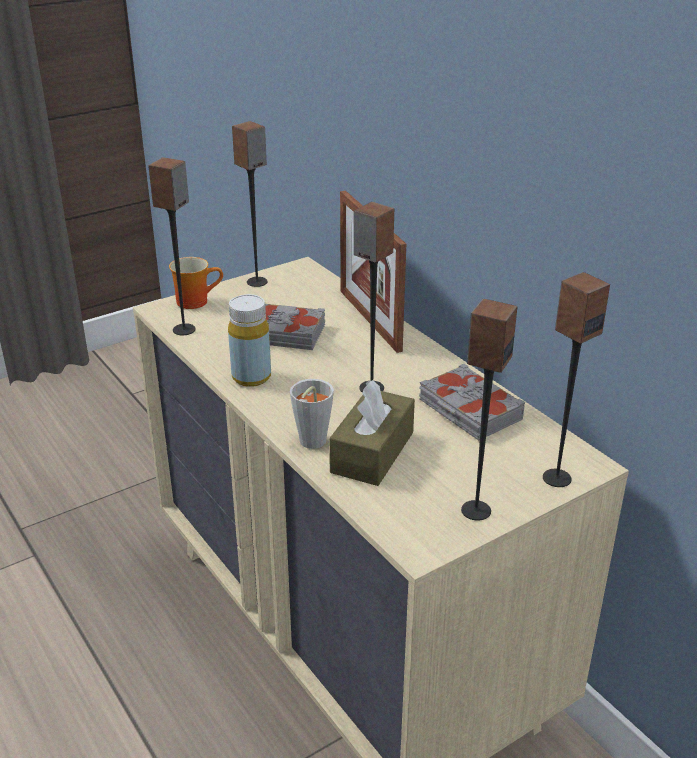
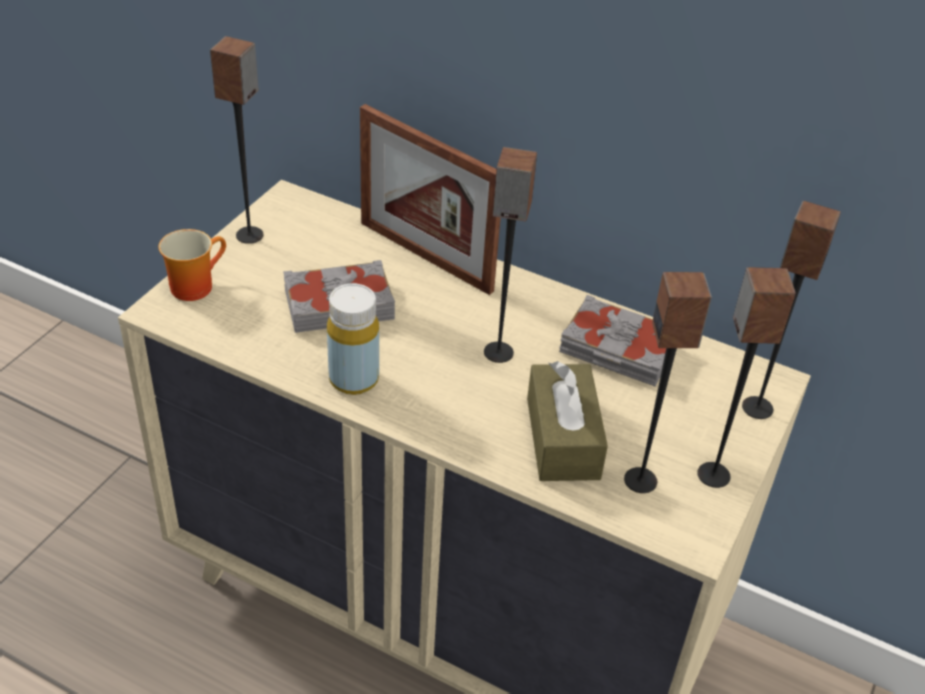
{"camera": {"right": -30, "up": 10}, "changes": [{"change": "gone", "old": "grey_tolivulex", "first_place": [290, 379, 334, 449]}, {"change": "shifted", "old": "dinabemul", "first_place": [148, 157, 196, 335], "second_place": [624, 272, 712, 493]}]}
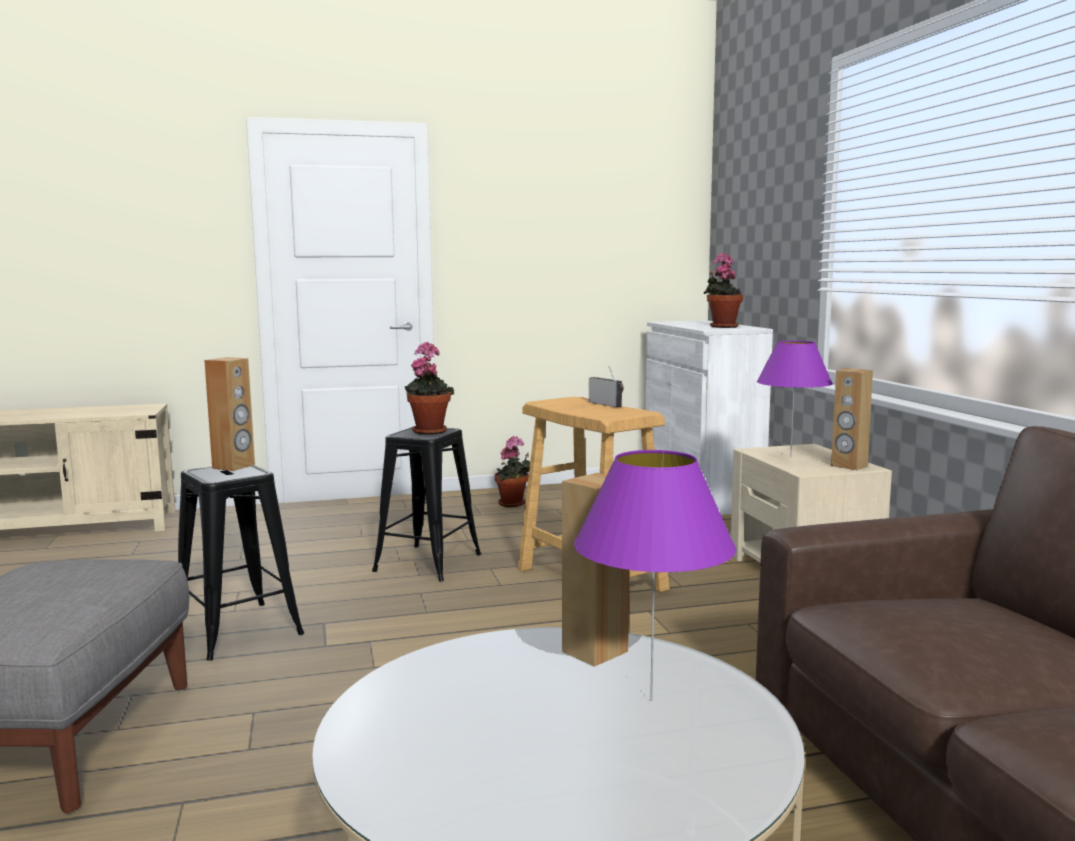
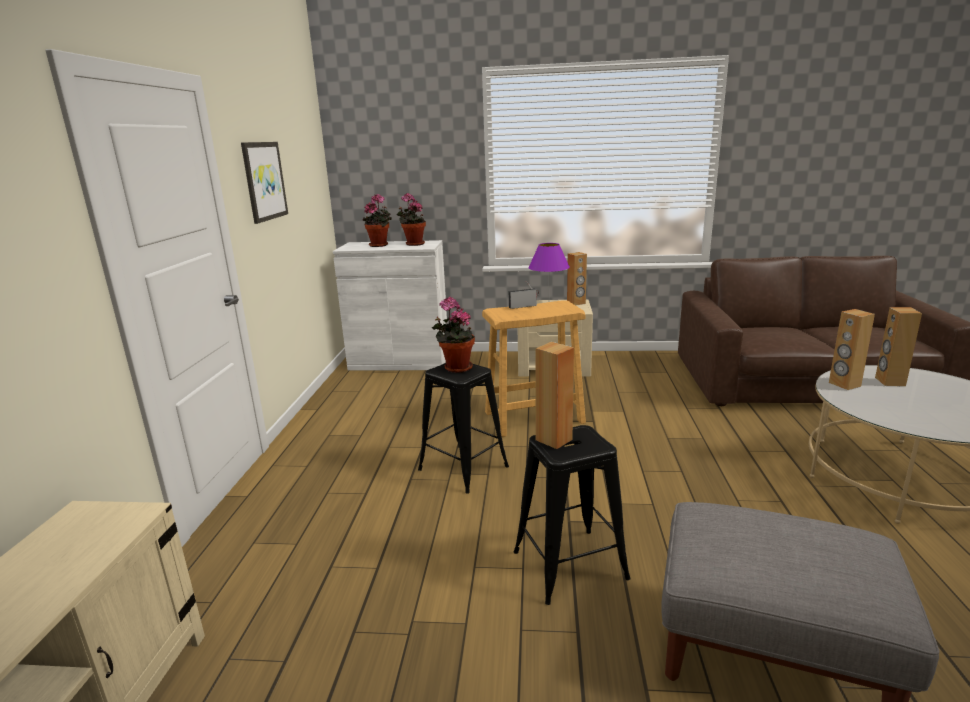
{"camera": {"right": -70, "up": 10}, "changes": [{"change": "new", "new": "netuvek", "second_place": [241, 142, 288, 224]}, {"change": "shifted", "old": "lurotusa", "first_place": [494, 436, 530, 507], "second_place": [362, 194, 392, 247]}, {"change": "swapped", "old": "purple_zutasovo", "new": "brown_dinabemul", "first_place": [574, 450, 736, 701], "second_place": [875, 307, 922, 386]}]}
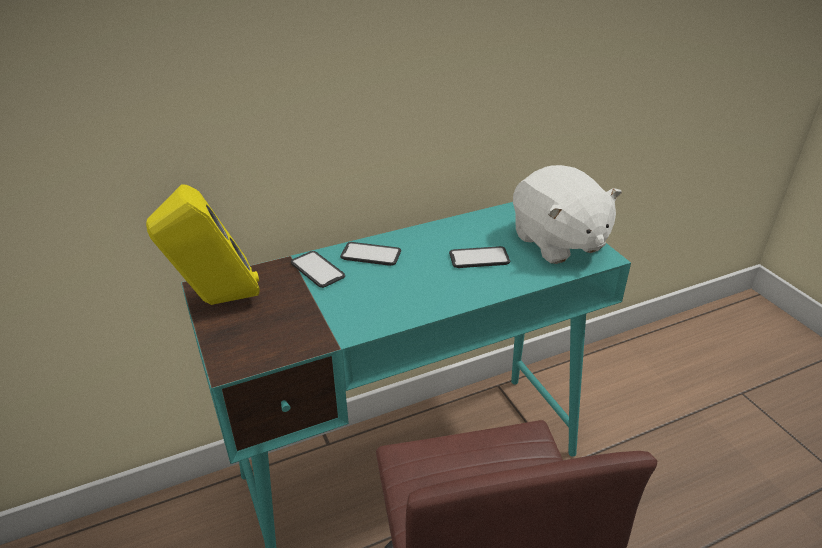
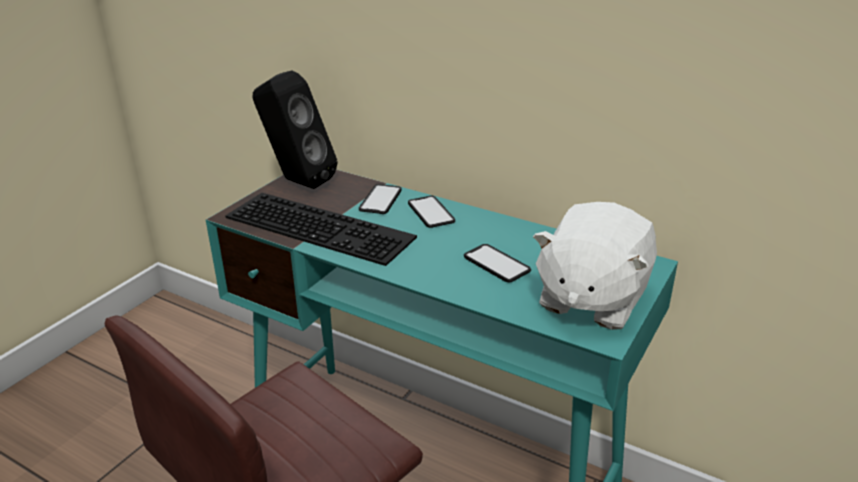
{"camera": {"right": 55, "up": -5}, "changes": [{"change": "new", "new": "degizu", "second_place": [225, 193, 417, 266]}, {"change": "repainted", "old": "yellow_dinabemul", "new": "black_dinabemul", "first_place": [146, 184, 259, 305], "second_place": [253, 71, 337, 189]}]}
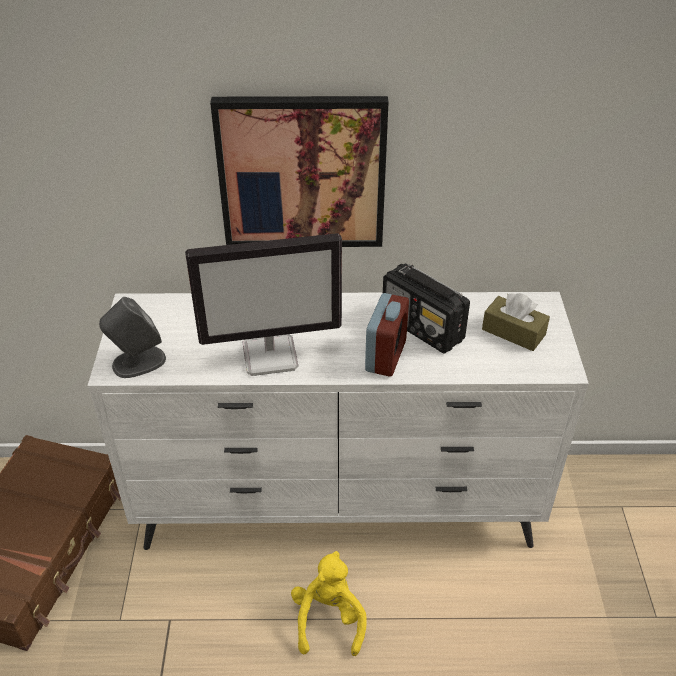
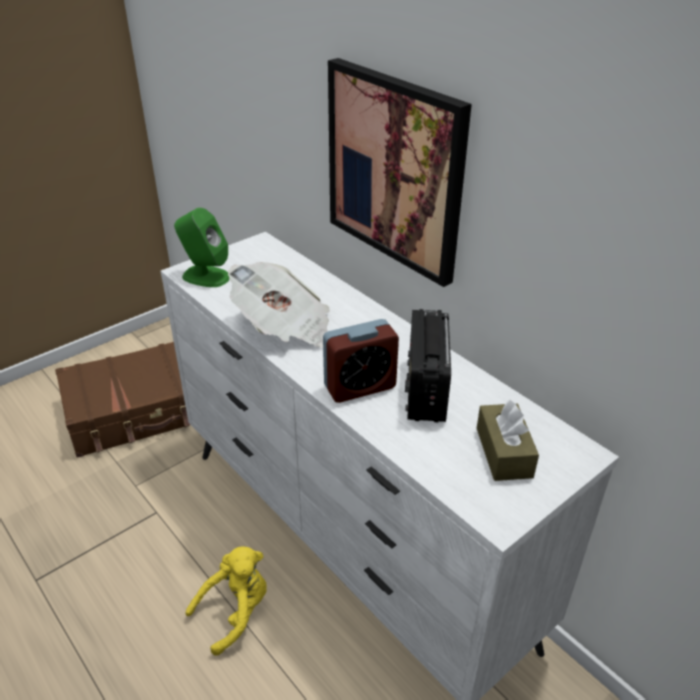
{"camera": {"right": 50, "up": -5}, "changes": [{"change": "swapped", "old": "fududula", "new": "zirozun", "first_place": [185, 233, 342, 376], "second_place": [228, 262, 330, 347]}, {"change": "repainted", "old": "grey_dinabemul", "new": "green_dinabemul", "first_place": [99, 297, 166, 378], "second_place": [174, 208, 229, 287]}]}
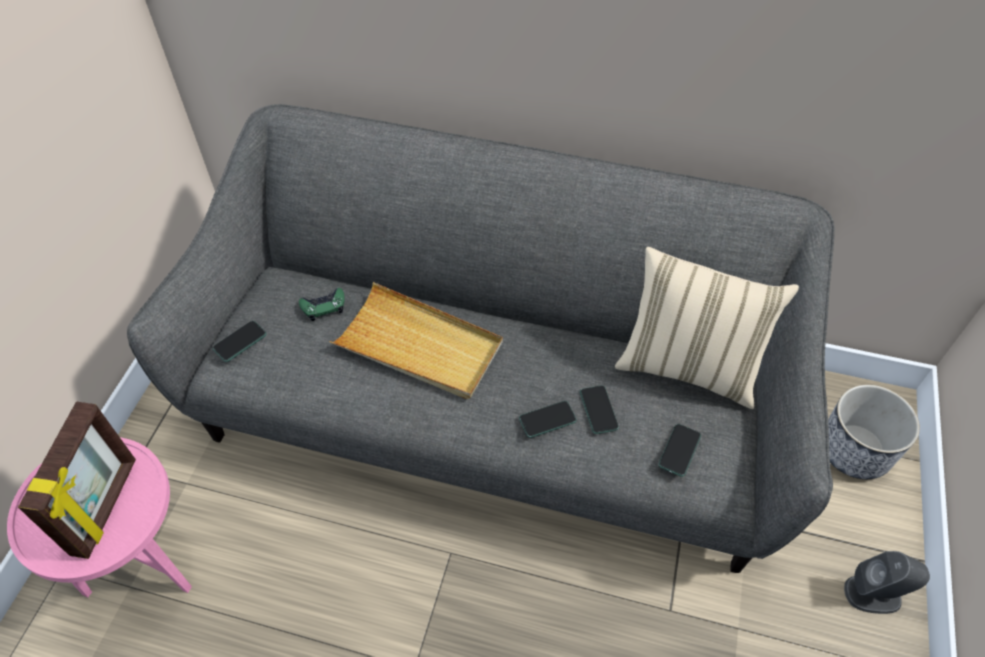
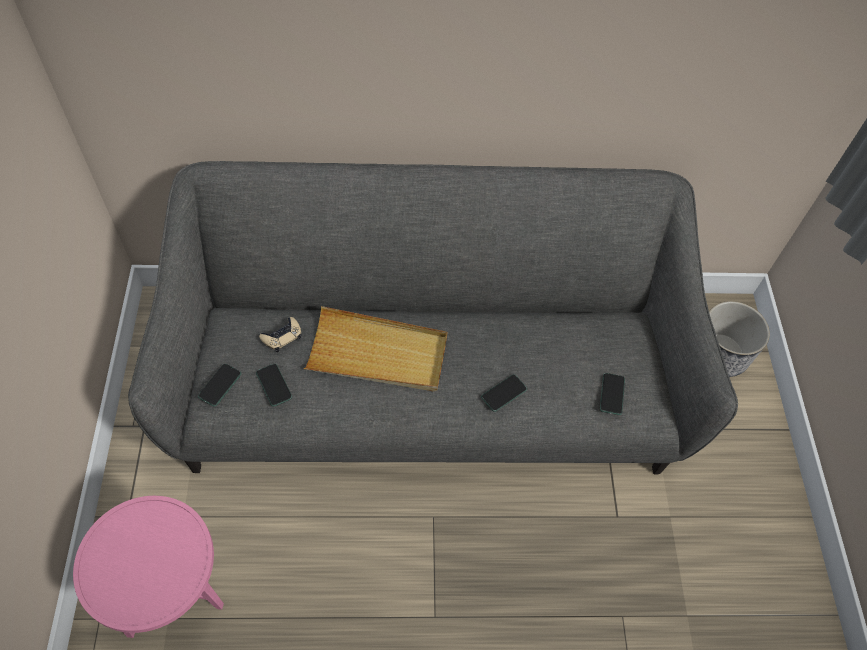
{"camera": {"right": -20, "up": 5}, "changes": [{"change": "gone", "old": "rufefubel", "first_place": [18, 402, 136, 559]}, {"change": "gone", "old": "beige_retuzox", "first_place": [615, 247, 799, 409]}, {"change": "gone", "old": "grey_dinabemul", "first_place": [844, 551, 930, 614]}, {"change": "shifted", "old": "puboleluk", "first_place": [580, 385, 619, 434], "second_place": [256, 364, 292, 407]}, {"change": "repainted", "old": "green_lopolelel", "new": "beige_lopolelel", "first_place": [299, 288, 345, 321], "second_place": [259, 317, 301, 352]}]}
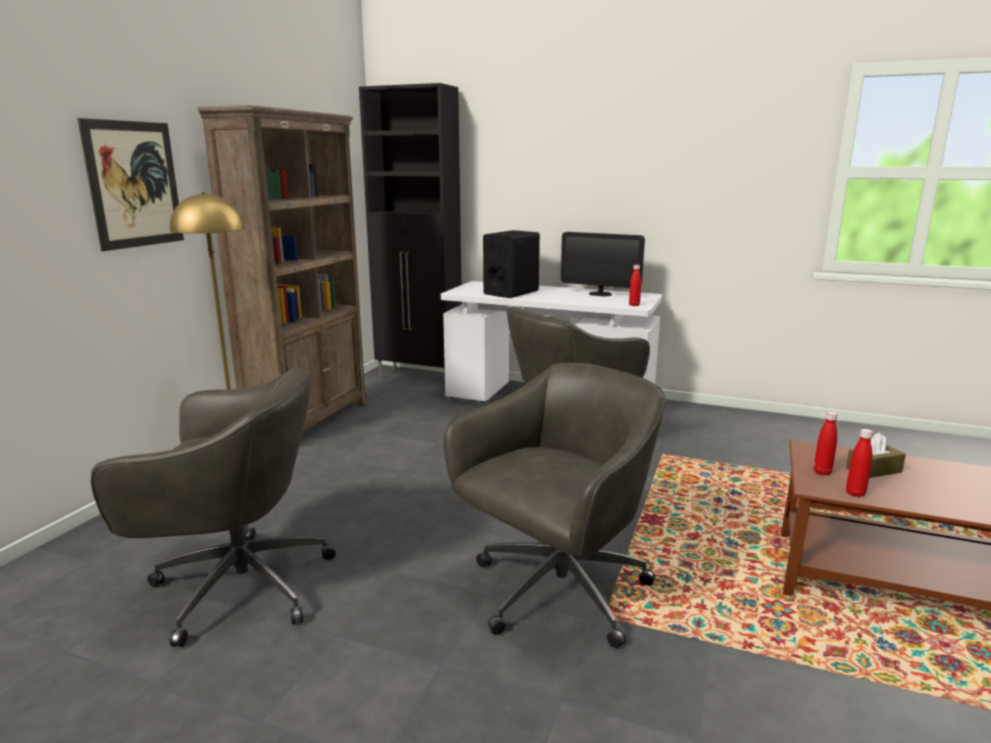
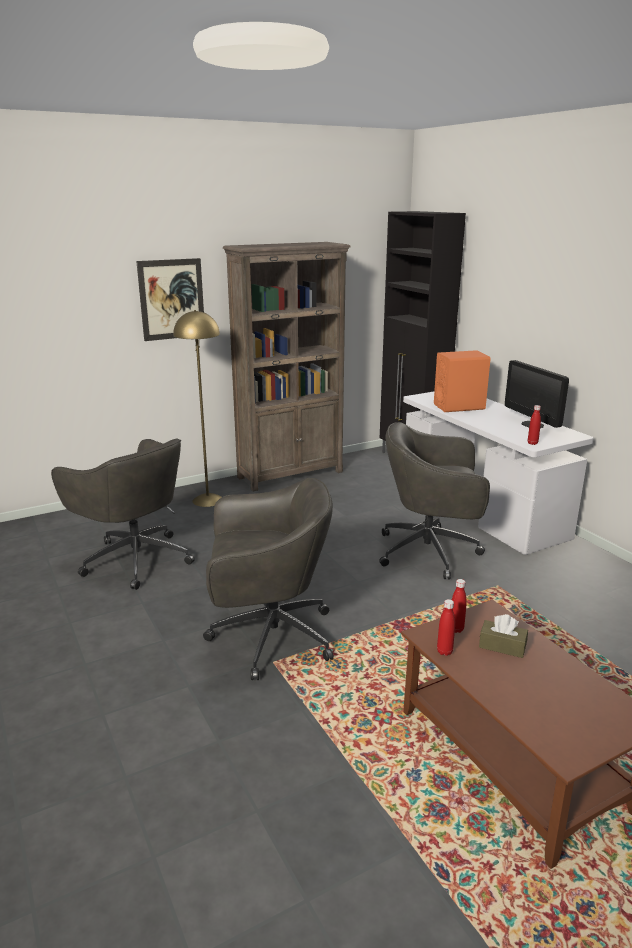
{"camera": {"right": 40, "up": 5}, "changes": [{"change": "repainted", "old": "black_dinabemul", "new": "orange_dinabemul", "first_place": [483, 230, 540, 298], "second_place": [434, 350, 491, 412]}]}
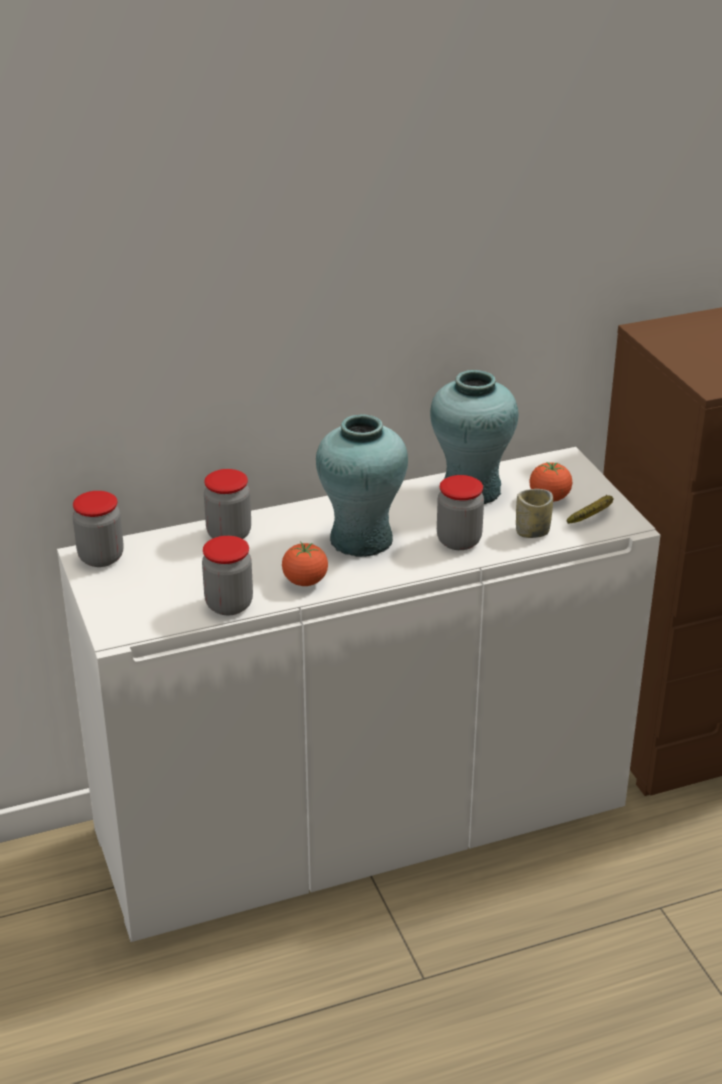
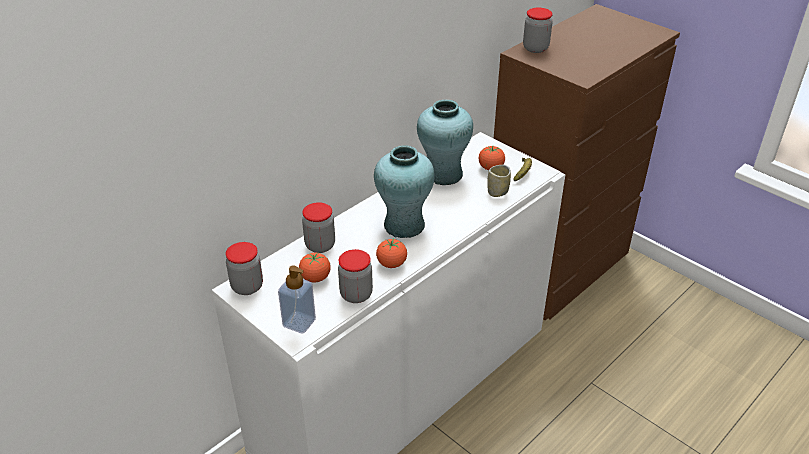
{"camera": {"right": -25, "up": 5}, "changes": [{"change": "new", "new": "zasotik", "second_place": [278, 265, 316, 334]}, {"change": "new", "new": "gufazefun", "second_place": [299, 252, 331, 283]}, {"change": "shifted", "old": "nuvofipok", "first_place": [437, 475, 484, 550], "second_place": [523, 8, 553, 53]}]}
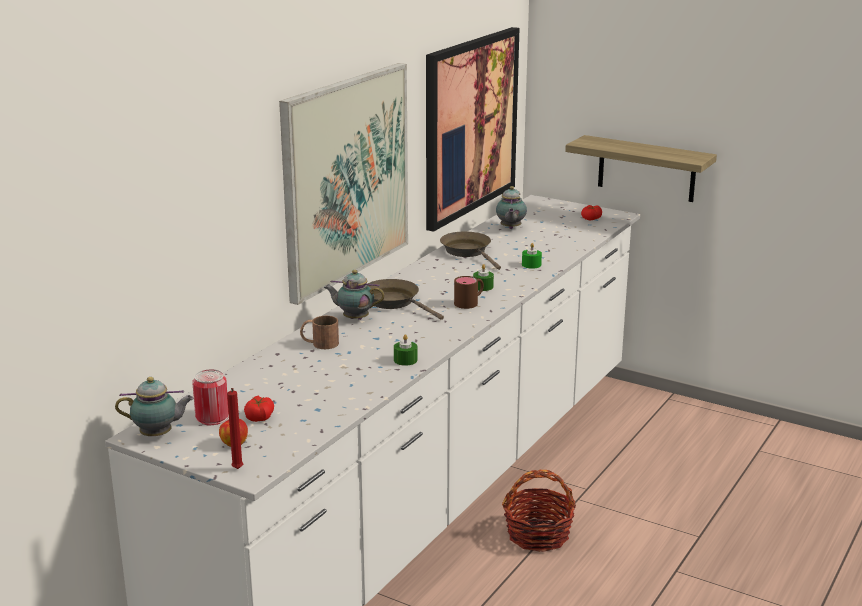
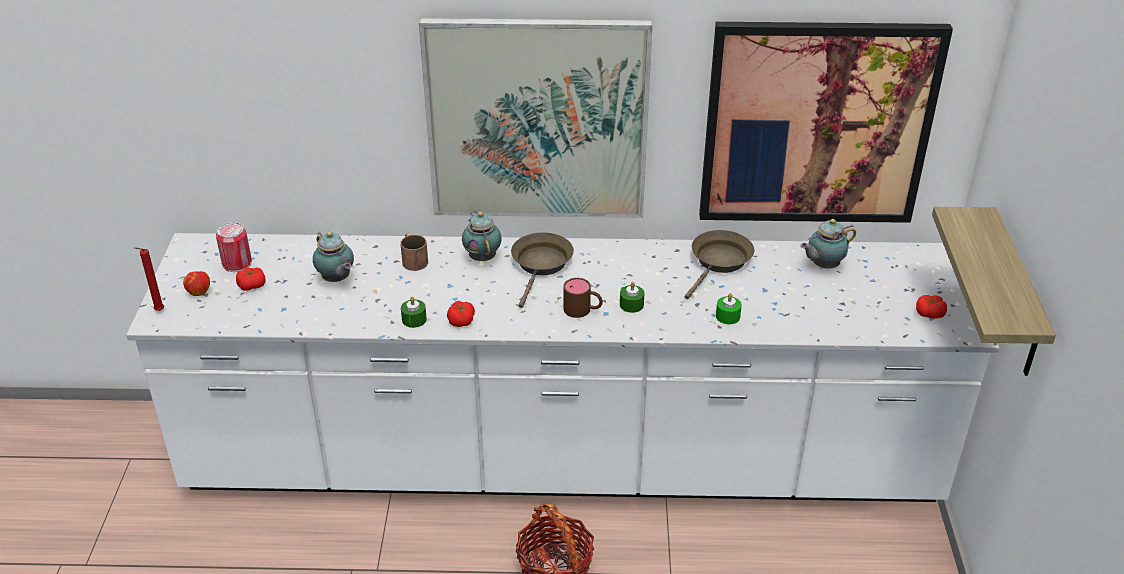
{"camera": {"right": 60, "up": 15}, "changes": [{"change": "new", "new": "gufazefun", "second_place": [447, 301, 475, 327]}, {"change": "shifted", "old": "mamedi", "first_place": [115, 377, 194, 436], "second_place": [313, 232, 354, 282]}]}
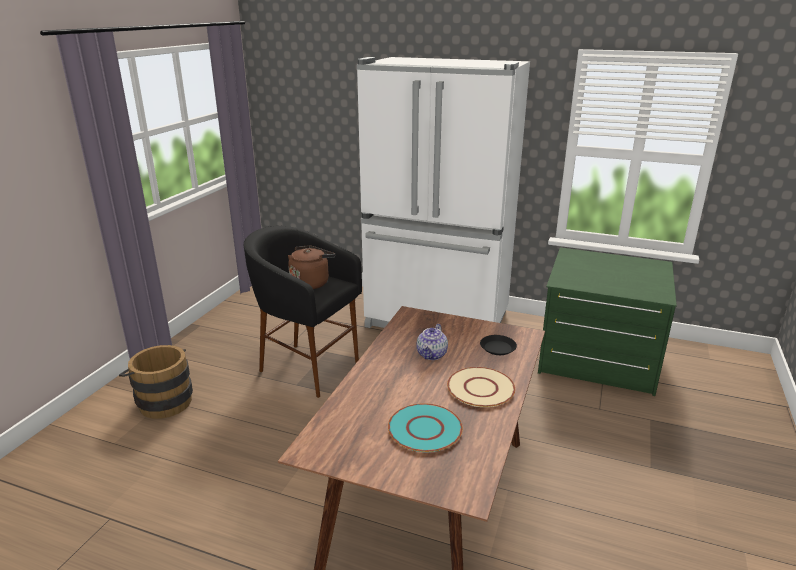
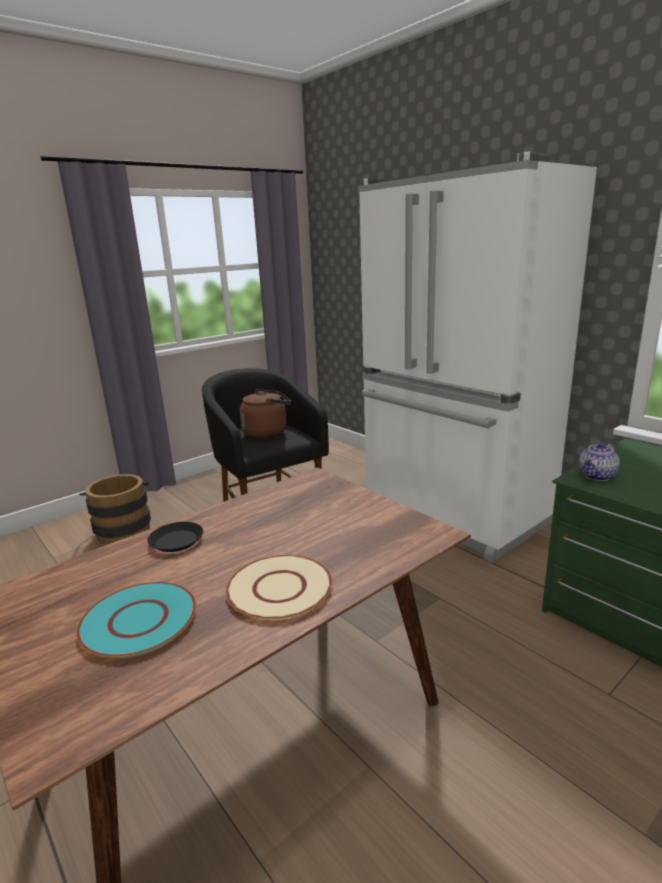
{"camera": {"right": 30, "up": -5}, "changes": [{"change": "shifted", "old": "mamedi", "first_place": [416, 324, 448, 360], "second_place": [579, 442, 620, 481]}, {"change": "shifted", "old": "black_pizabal", "first_place": [480, 335, 517, 355], "second_place": [148, 522, 203, 552]}]}
